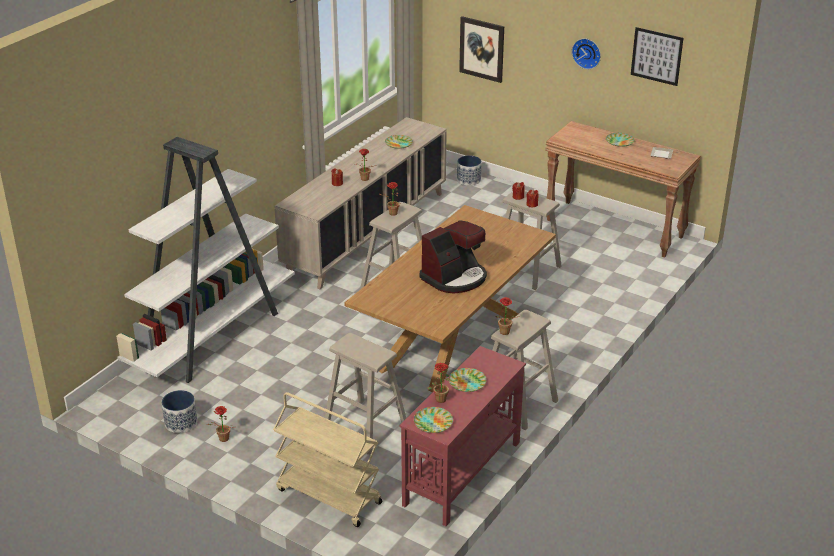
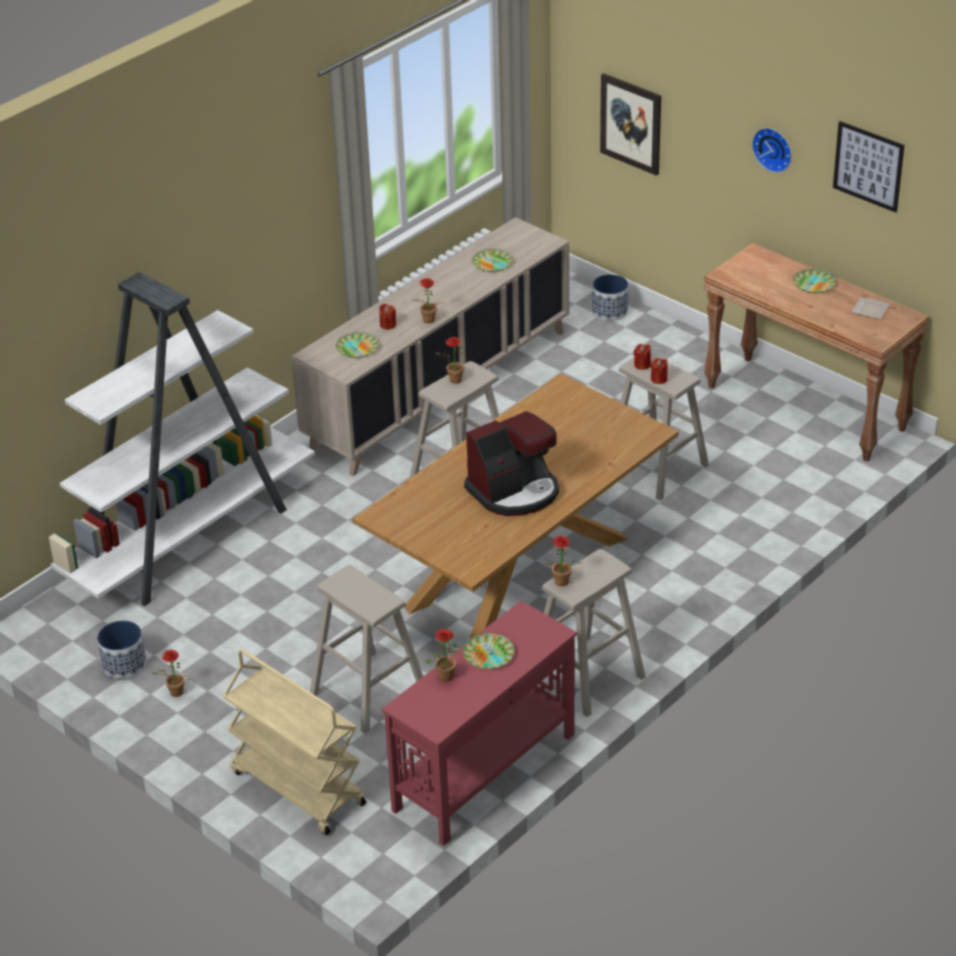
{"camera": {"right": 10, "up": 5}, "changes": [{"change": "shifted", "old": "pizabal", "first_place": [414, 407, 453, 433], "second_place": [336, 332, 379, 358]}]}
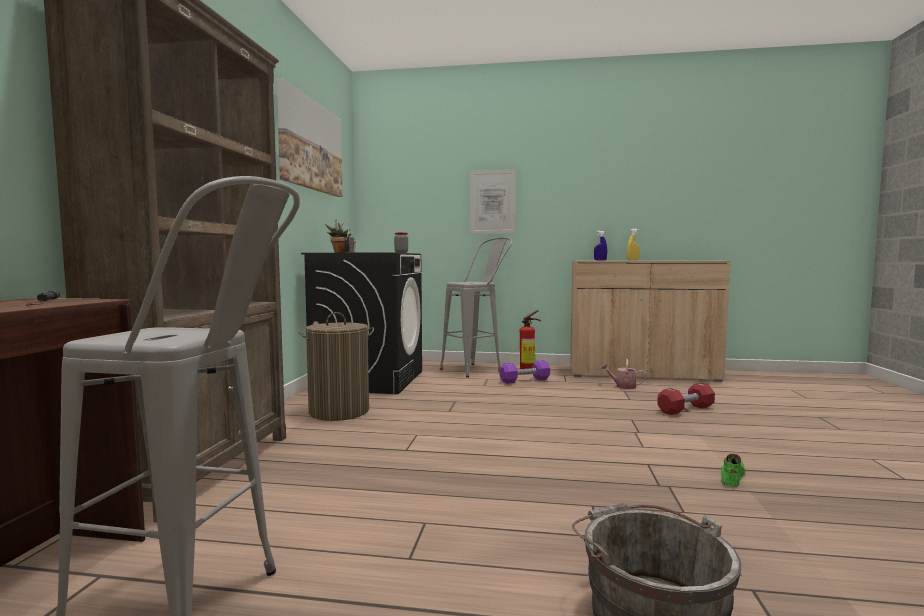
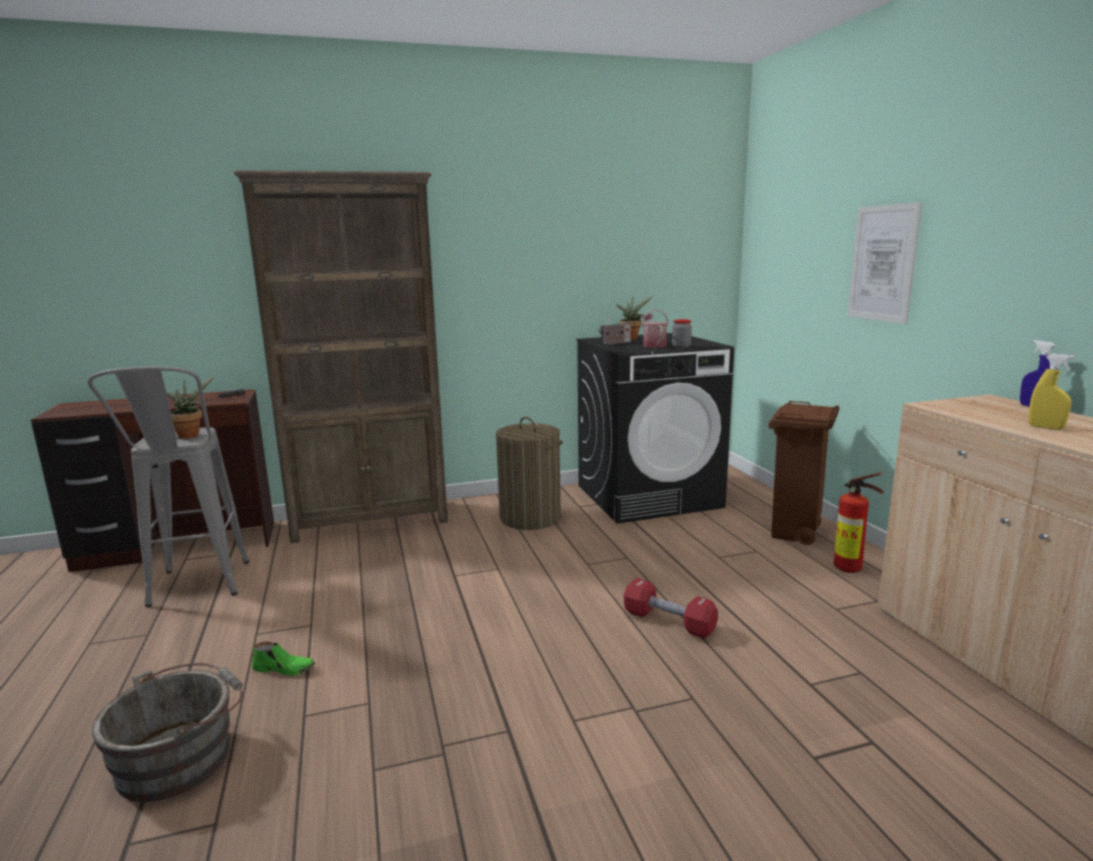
{"camera": {"right": 65, "up": 10}, "changes": [{"change": "gone", "old": "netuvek", "first_place": [276, 79, 343, 197]}, {"change": "gone", "old": "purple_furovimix", "first_place": [500, 360, 550, 384]}, {"change": "new", "new": "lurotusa", "second_place": [166, 376, 215, 439]}, {"change": "shifted", "old": "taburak", "first_place": [600, 359, 647, 389], "second_place": [642, 310, 669, 348]}, {"change": "shifted", "old": "red_furovimix", "first_place": [657, 383, 715, 415], "second_place": [624, 578, 718, 639]}, {"change": "shifted", "old": "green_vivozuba", "first_place": [721, 454, 745, 487], "second_place": [252, 641, 315, 675]}, {"change": "swapped", "old": "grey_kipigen", "new": "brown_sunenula", "first_place": [440, 237, 513, 378], "second_place": [769, 401, 839, 545]}]}
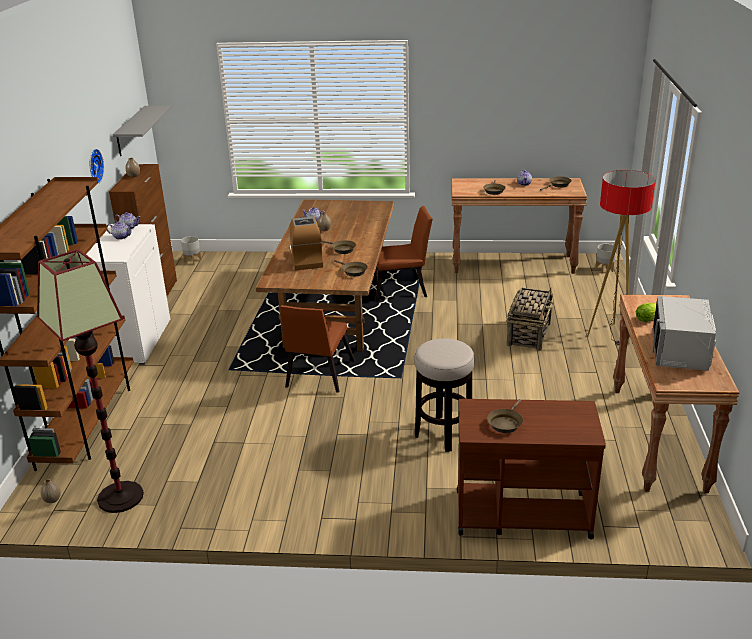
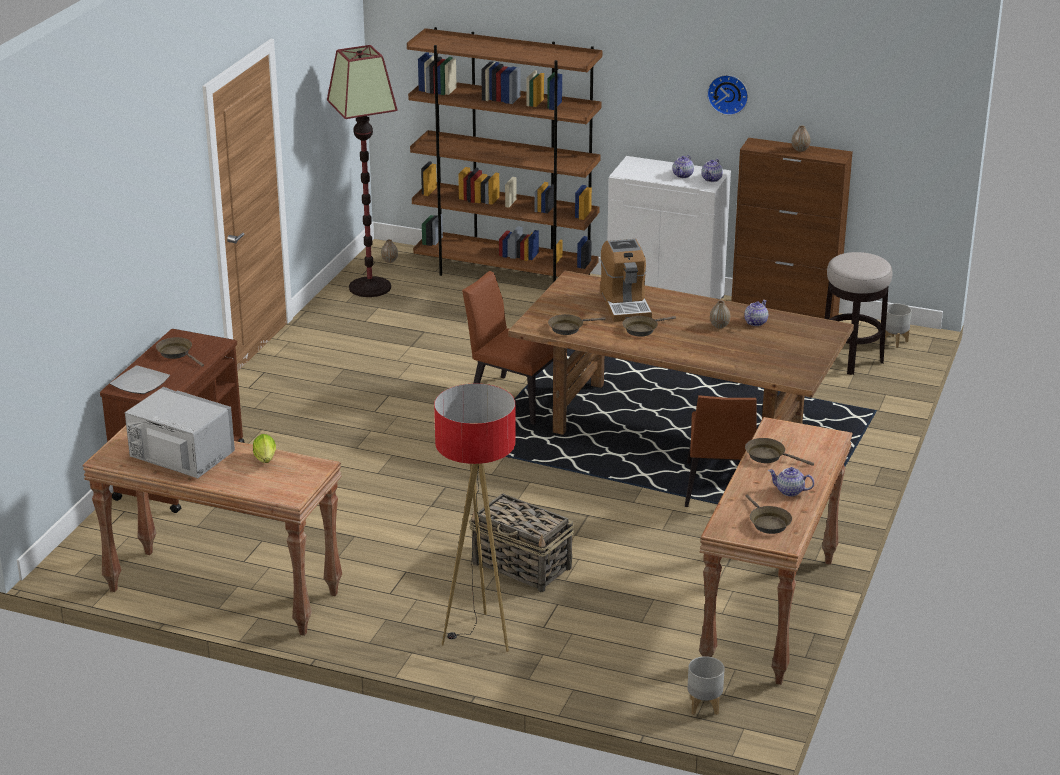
{"camera": {"right": 105, "up": 0}, "changes": [{"change": "gone", "old": "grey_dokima", "first_place": [112, 106, 172, 156]}, {"change": "new", "new": "pizabal", "second_place": [110, 366, 170, 394]}, {"change": "shifted", "old": "kipigen", "first_place": [414, 338, 475, 452], "second_place": [825, 252, 893, 375]}, {"change": "rotated", "old": "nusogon", "first_place": [289, 217, 323, 271], "second_place": [600, 239, 652, 322], "degrees": 75}]}
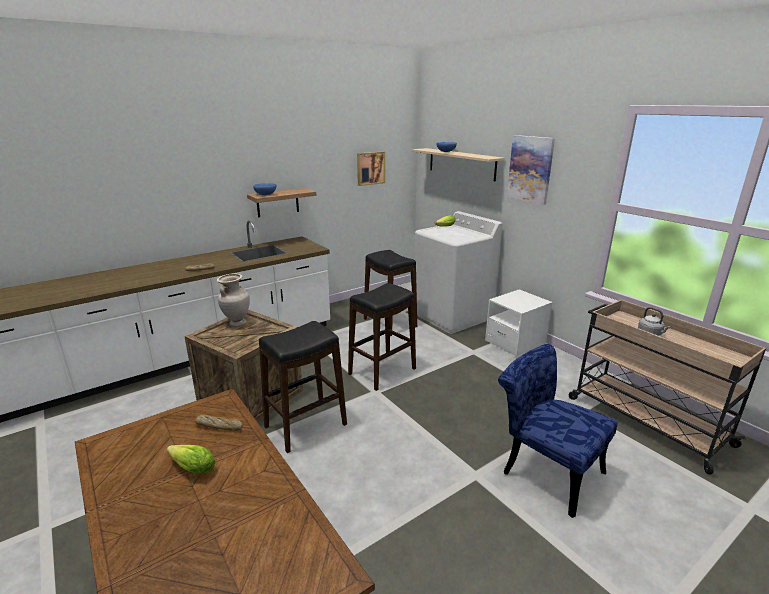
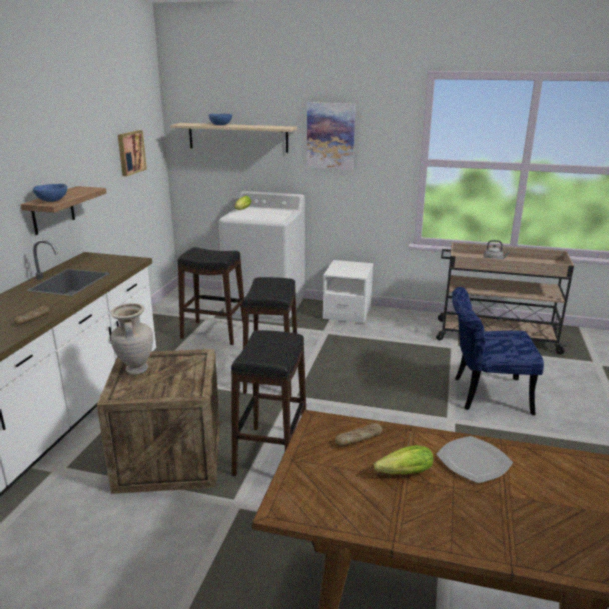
{"camera": {"right": -40, "up": 0}, "changes": [{"change": "new", "new": "pizabal", "second_place": [436, 436, 513, 483]}]}
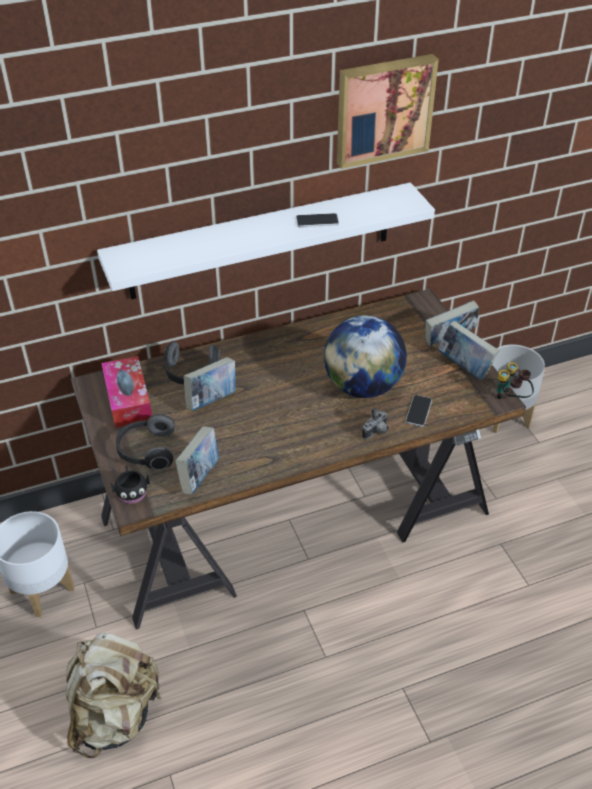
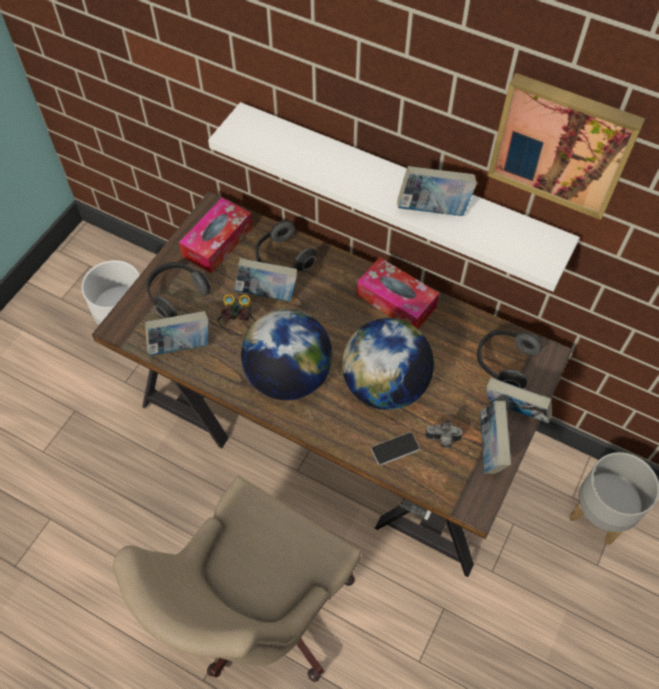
{"camera": {"right": 50, "up": 15}, "changes": [{"change": "gone", "old": "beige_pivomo", "first_place": [66, 633, 162, 758]}, {"change": "gone", "old": "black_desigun", "first_place": [110, 466, 150, 504]}, {"change": "new", "new": "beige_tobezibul", "second_place": [113, 476, 361, 682]}, {"change": "new", "new": "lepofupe", "second_place": [241, 309, 332, 400]}, {"change": "new", "new": "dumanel", "second_place": [357, 257, 439, 329]}, {"change": "new", "new": "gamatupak", "second_place": [477, 330, 542, 388]}, {"change": "shifted", "old": "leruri", "first_place": [362, 408, 389, 439], "second_place": [425, 419, 463, 448]}, {"change": "shifted", "old": "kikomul", "first_place": [497, 362, 534, 399], "second_place": [218, 294, 255, 335]}, {"change": "swapped", "old": "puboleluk", "new": "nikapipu", "first_place": [296, 213, 339, 227], "second_place": [397, 166, 477, 216]}]}
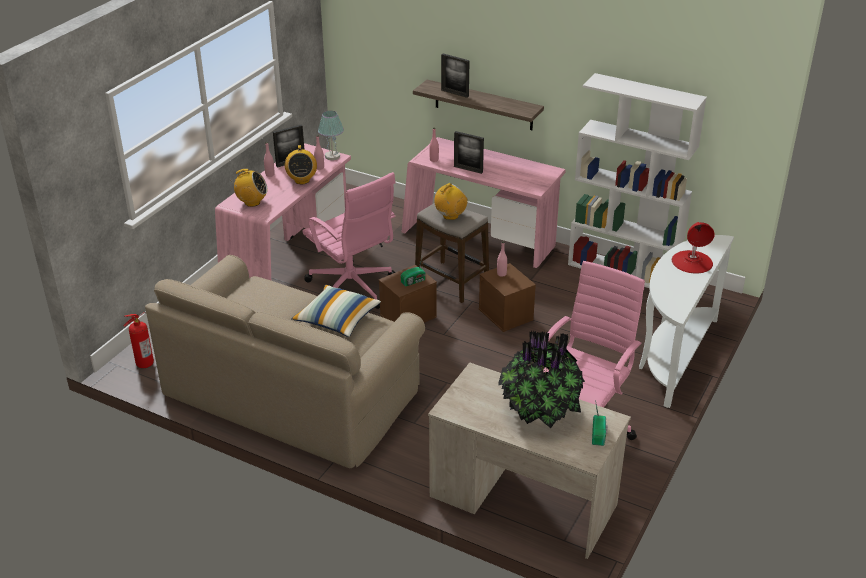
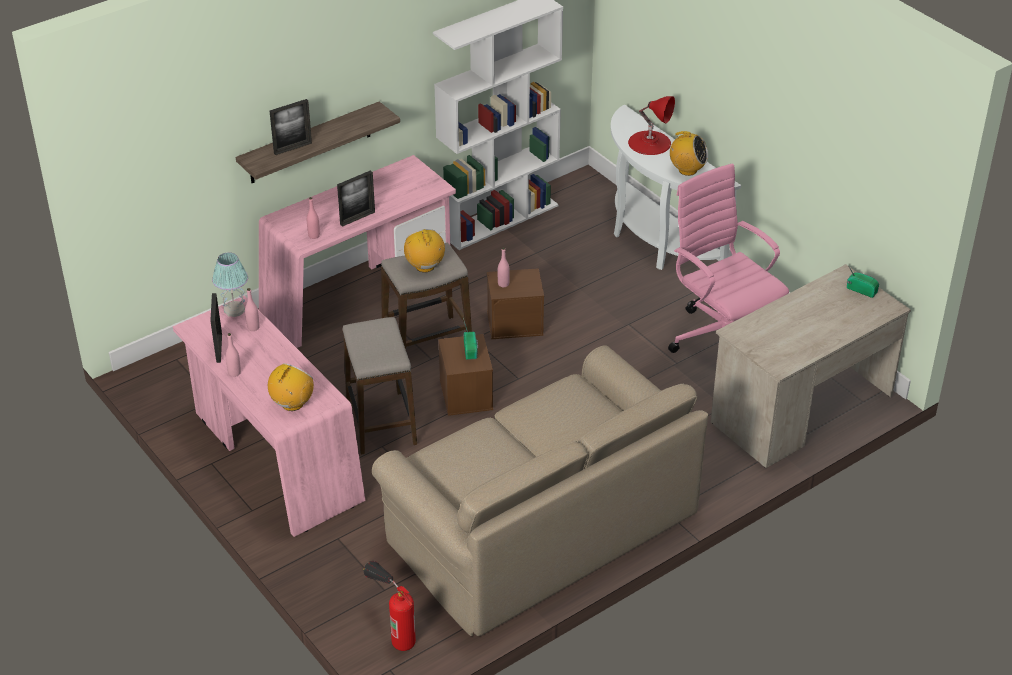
{"camera": {"right": -65, "up": 5}, "changes": [{"change": "gone", "old": "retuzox", "first_place": [291, 285, 381, 337]}, {"change": "gone", "old": "lurotusa", "first_place": [498, 331, 585, 428]}, {"change": "shifted", "old": "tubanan", "first_place": [285, 145, 317, 184], "second_place": [670, 131, 708, 176]}, {"change": "swapped", "old": "pink_tobezibul", "new": "kipigen", "first_place": [303, 172, 396, 309], "second_place": [342, 317, 417, 455]}]}
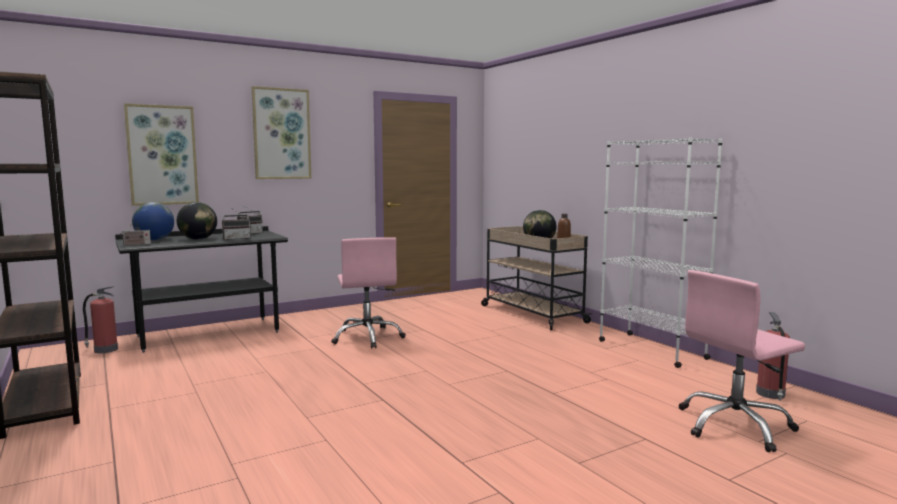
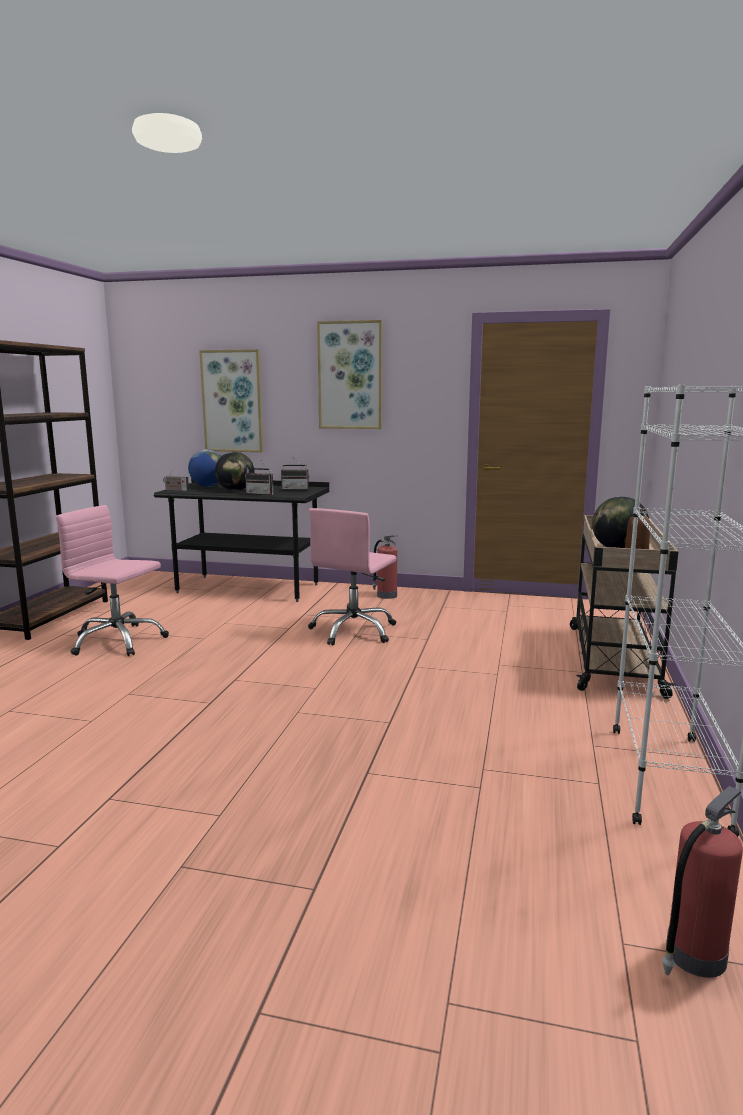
{"camera": {"right": 45, "up": 5}, "changes": [{"change": "shifted", "old": "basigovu", "first_place": [83, 286, 118, 353], "second_place": [372, 535, 398, 599]}, {"change": "shifted", "old": "pink_tobezibul", "first_place": [678, 270, 805, 452], "second_place": [56, 505, 169, 656]}]}
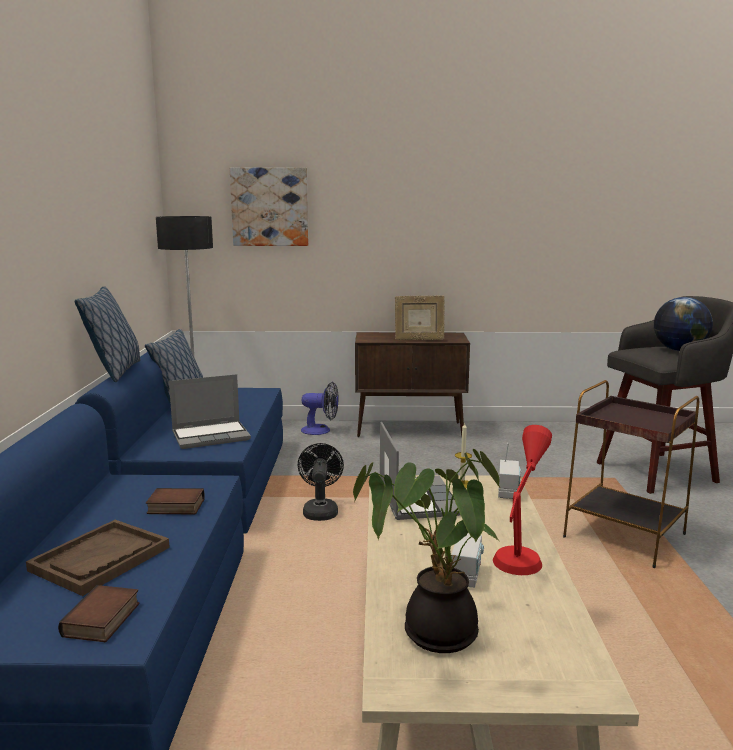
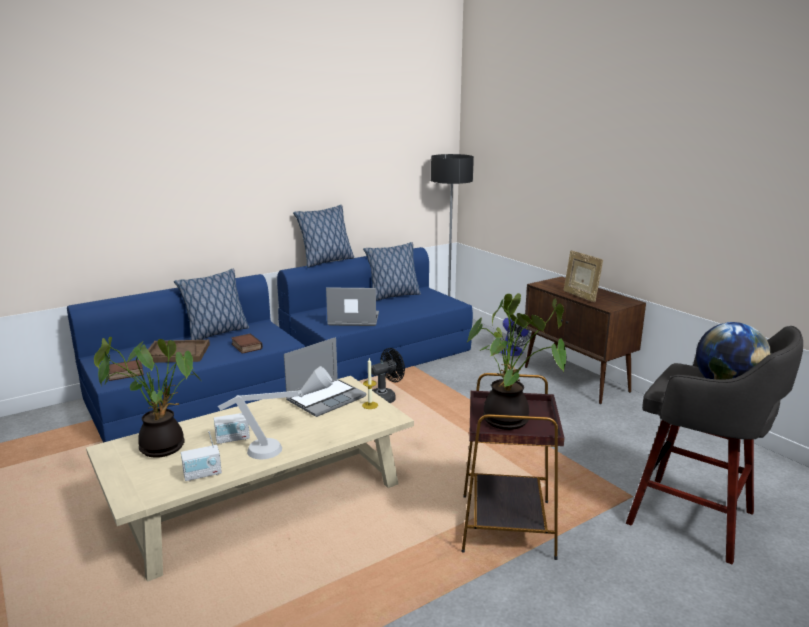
{"camera": {"right": 55, "up": 5}, "changes": [{"change": "gone", "old": "netuvek", "first_place": [230, 167, 309, 246]}, {"change": "new", "new": "retuzox", "second_place": [174, 268, 249, 340]}, {"change": "new", "new": "lurotusa", "second_place": [466, 293, 566, 430]}, {"change": "shifted", "old": "tubanan", "first_place": [498, 443, 521, 499], "second_place": [181, 431, 222, 481]}, {"change": "repainted", "old": "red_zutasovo", "new": "grey_zutasovo", "first_place": [493, 425, 552, 575], "second_place": [218, 366, 333, 459]}, {"change": "rotated", "old": "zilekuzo", "first_place": [169, 374, 251, 449], "second_place": [326, 287, 379, 326], "degrees": 150}]}
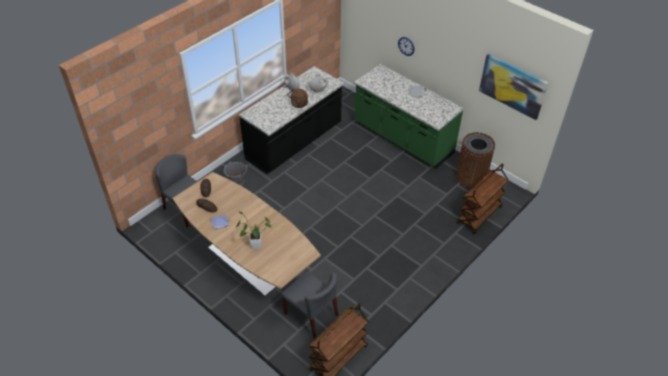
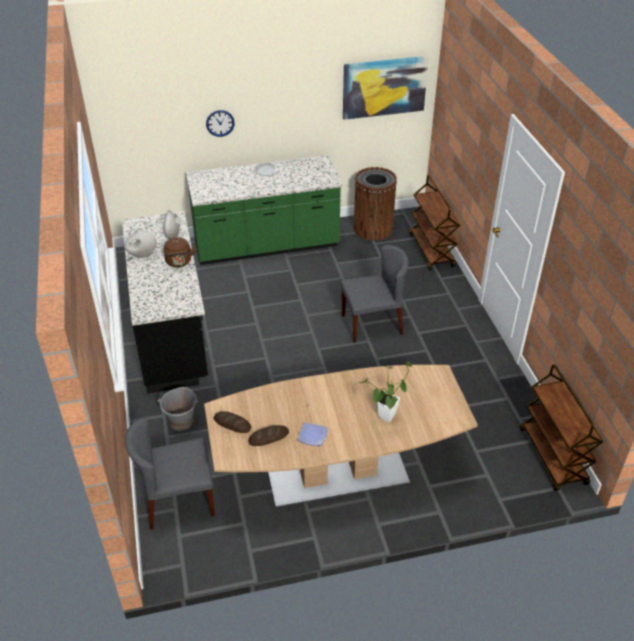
{"camera": {"right": -55, "up": -5}, "changes": [{"change": "shifted", "old": "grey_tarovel", "first_place": [281, 271, 339, 338], "second_place": [340, 245, 409, 343]}]}
